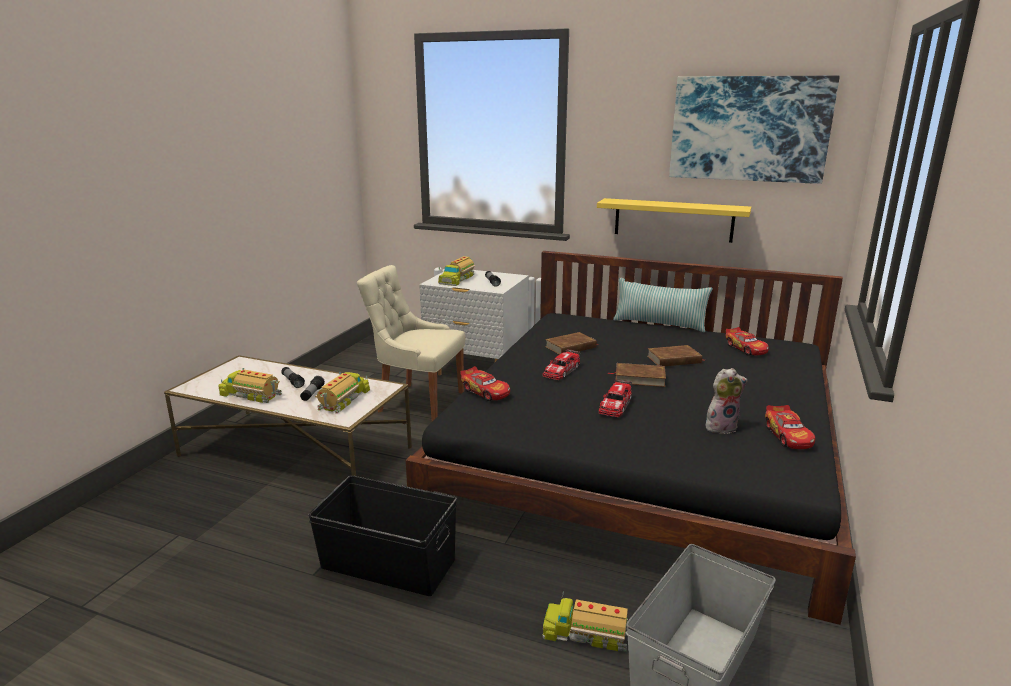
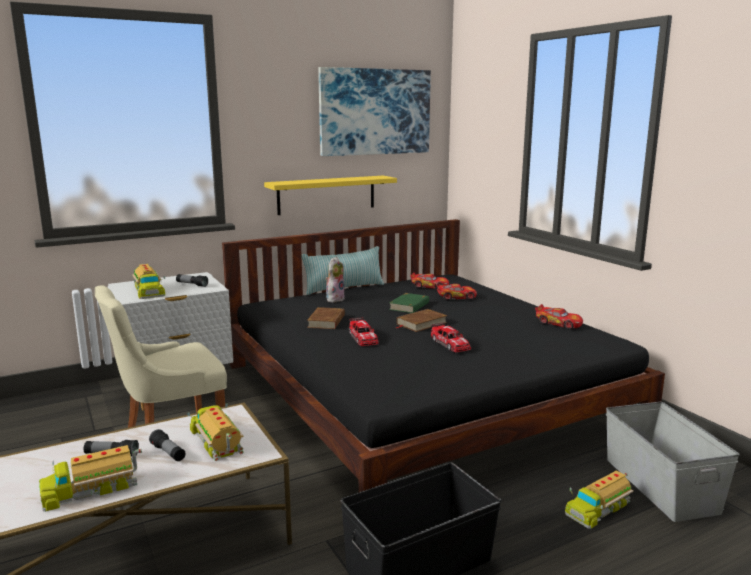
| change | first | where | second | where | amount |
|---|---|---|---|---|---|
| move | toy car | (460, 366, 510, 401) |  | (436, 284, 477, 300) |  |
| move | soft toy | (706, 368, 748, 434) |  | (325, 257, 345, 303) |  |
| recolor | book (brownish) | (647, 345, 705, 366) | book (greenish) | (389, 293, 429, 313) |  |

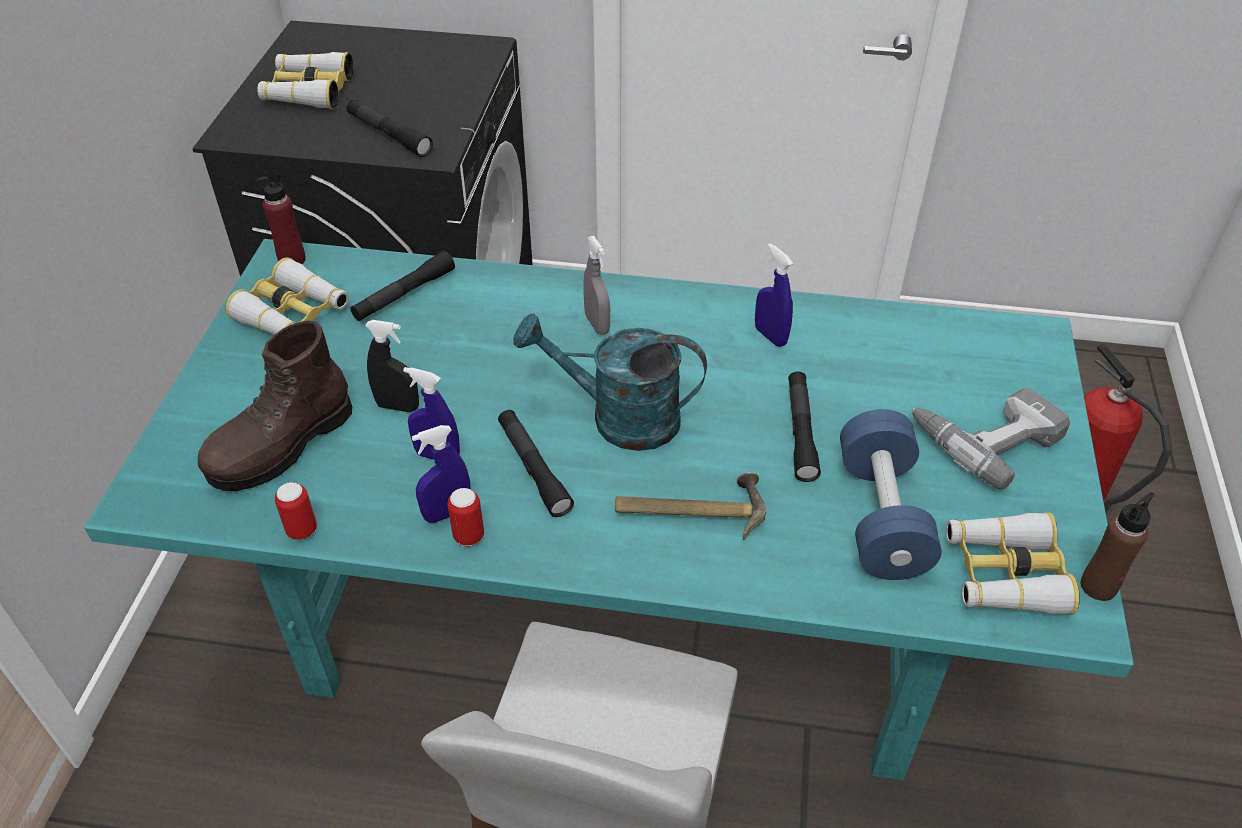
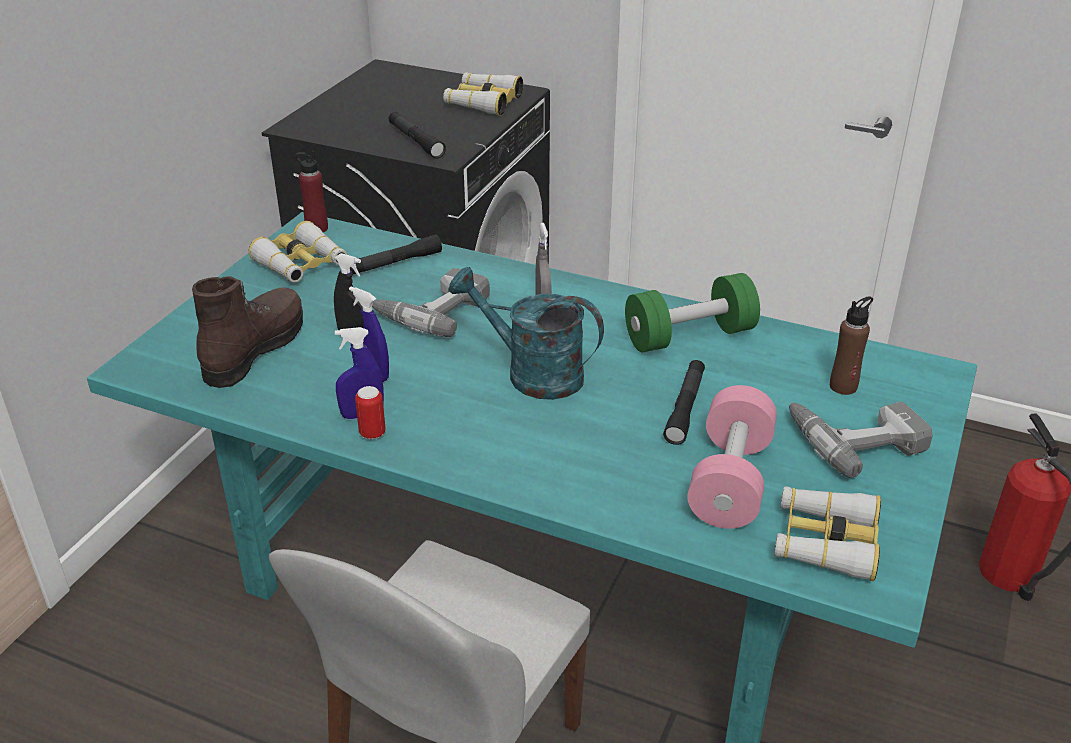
| change | first | where | second | where | amount |
|---|---|---|---|---|---|
| delete | sealed can | (275, 482, 317, 540) |  |  |  |
| delete | torch (black-coloured) | (498, 410, 574, 517) |  |  |  |
| delete | hammer | (615, 472, 766, 540) |  |  |  |
| insert |  |  | drill | (372, 268, 490, 337) |  |
| move | pair of binoculars | (257, 52, 353, 109) |  | (443, 72, 523, 116) |  |
| move | drink bottle (brownish) | (1080, 492, 1155, 601) |  | (830, 296, 873, 395) |  |
| replace | spray bottle (bluish) | (755, 243, 793, 347) | hand weight (greenish) | (625, 273, 760, 353) |  |
| recolor | hand weight (bluish) | (840, 409, 942, 580) | hand weight (pink-coloured) | (687, 385, 777, 529) |  |
| rotate | tall boot (brownish) | (198, 320, 352, 491) |  | (192, 276, 303, 388) | 150 degrees clockwise |

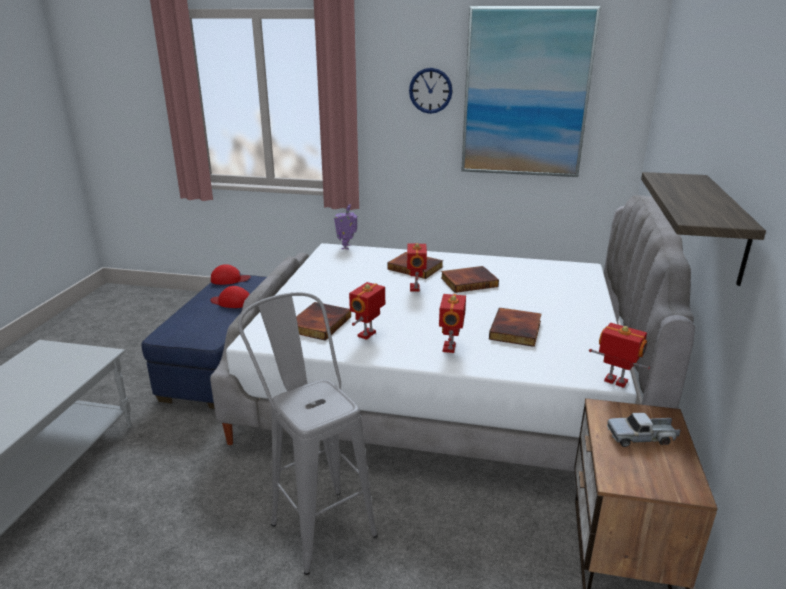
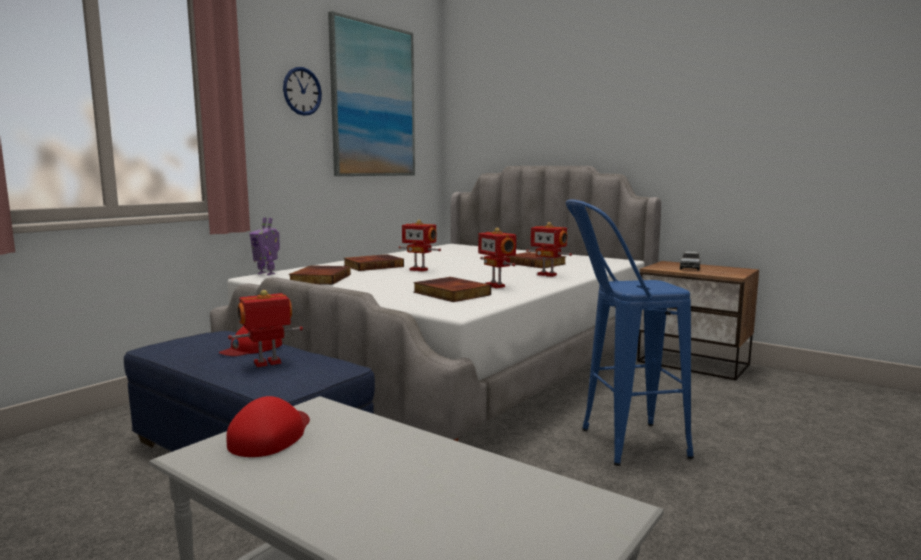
| change | first | where | second | where | amount |
|---|---|---|---|---|---|
| delete | bracket shelf | (641, 172, 766, 286) |  |  |  |
| move | peaked cap (reddish) | (211, 264, 251, 285) |  | (227, 396, 310, 457) |  |
| move | book | (441, 266, 499, 293) |  | (289, 265, 351, 285) |  |
| move | toy robot | (589, 323, 650, 388) |  | (228, 290, 303, 367) |  |
| recolor | sitting stool (gray) | (238, 292, 378, 575) | sitting stool (bluish) | (565, 200, 694, 466) |  |

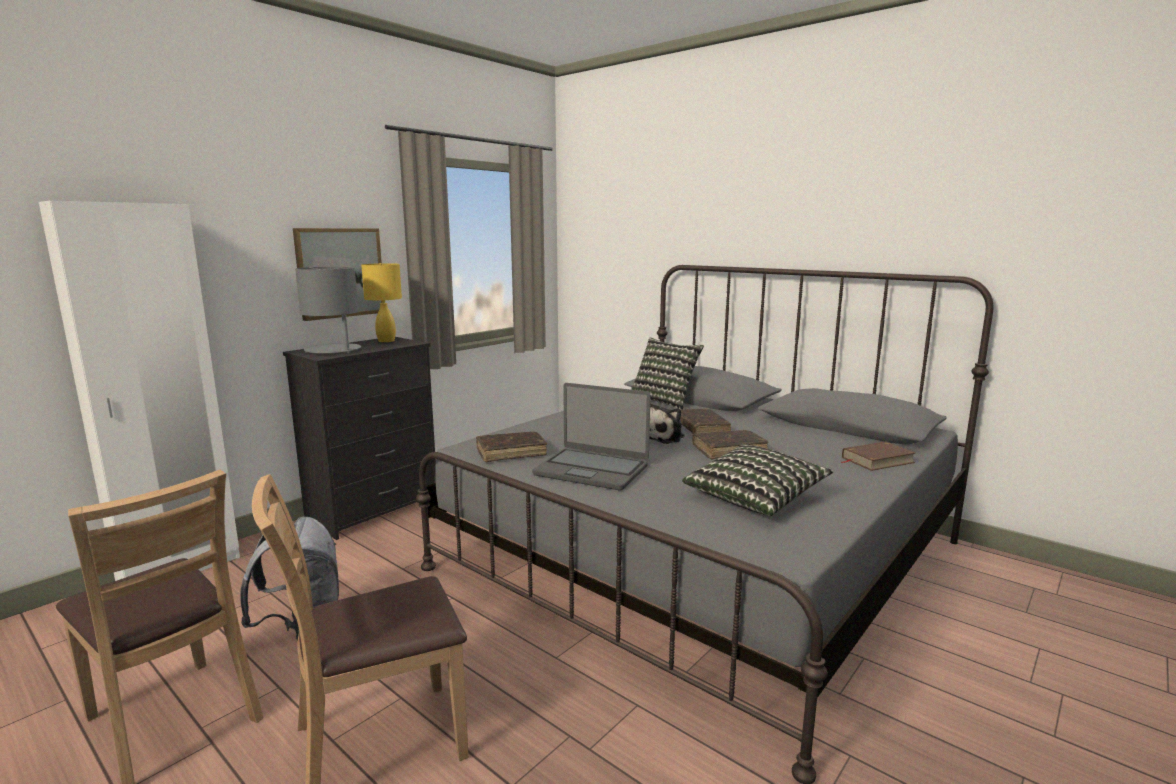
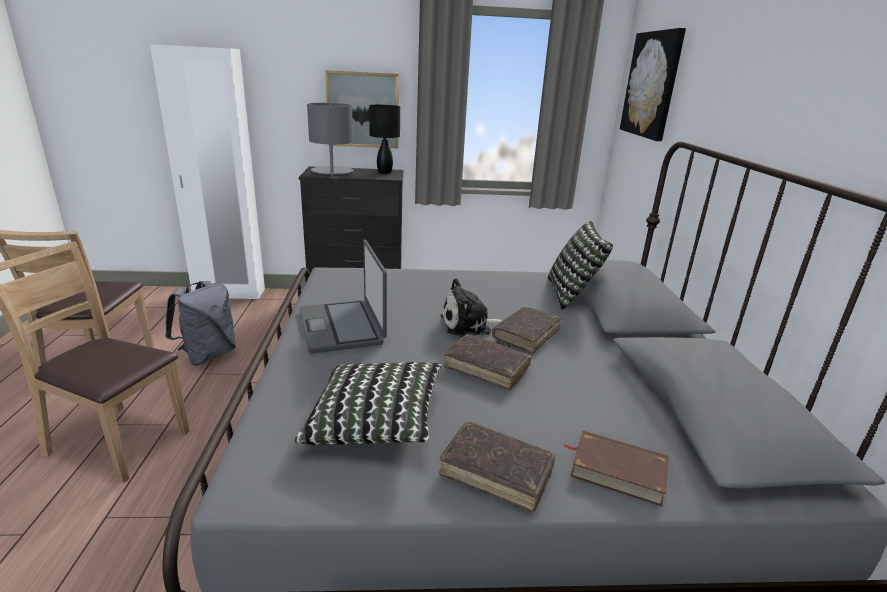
| change | first | where | second | where | amount |
|---|---|---|---|---|---|
| insert |  |  | wall picture | (620, 28, 686, 141) |  |
| move | book (brownish) | (476, 431, 547, 462) |  | (439, 421, 556, 512) |  |
| recolor | lamp for a table (yellow) | (361, 263, 402, 342) | lamp for a table (black-coloured) | (369, 105, 400, 174) |  |

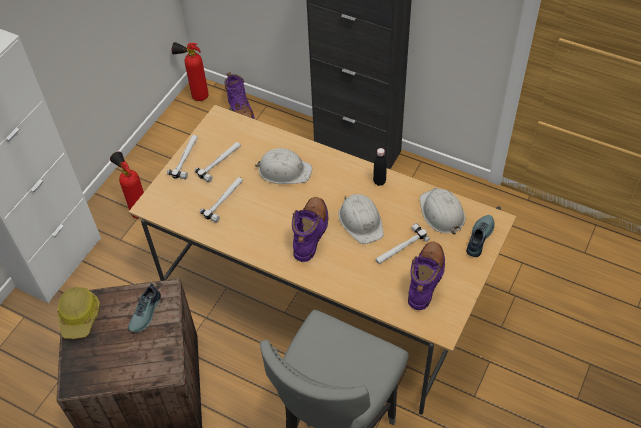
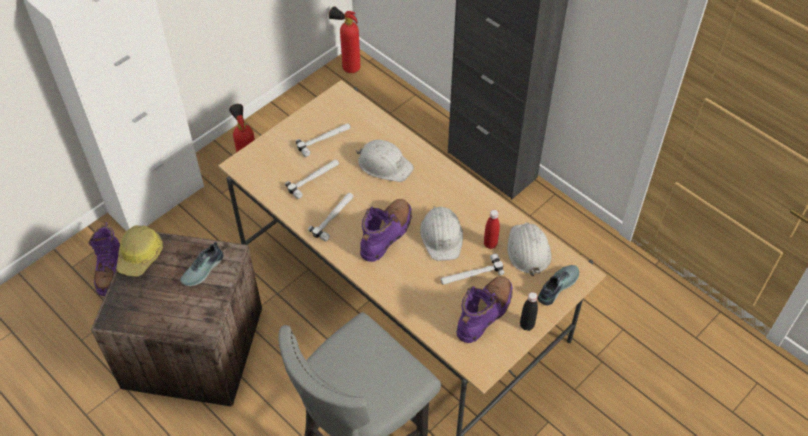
| change | first | where | second | where | amount |
|---|---|---|---|---|---|
| insert |  |  | drink bottle (reddish) | (484, 210, 500, 249) |  |
| move | hammer | (167, 135, 198, 180) |  | (308, 193, 354, 242) |  |
| move | tall boot (purplish) | (224, 72, 255, 119) |  | (88, 222, 120, 296) |  |
| move | drink bottle (black-coloured) | (373, 148, 387, 186) |  | (520, 292, 538, 331) |  |

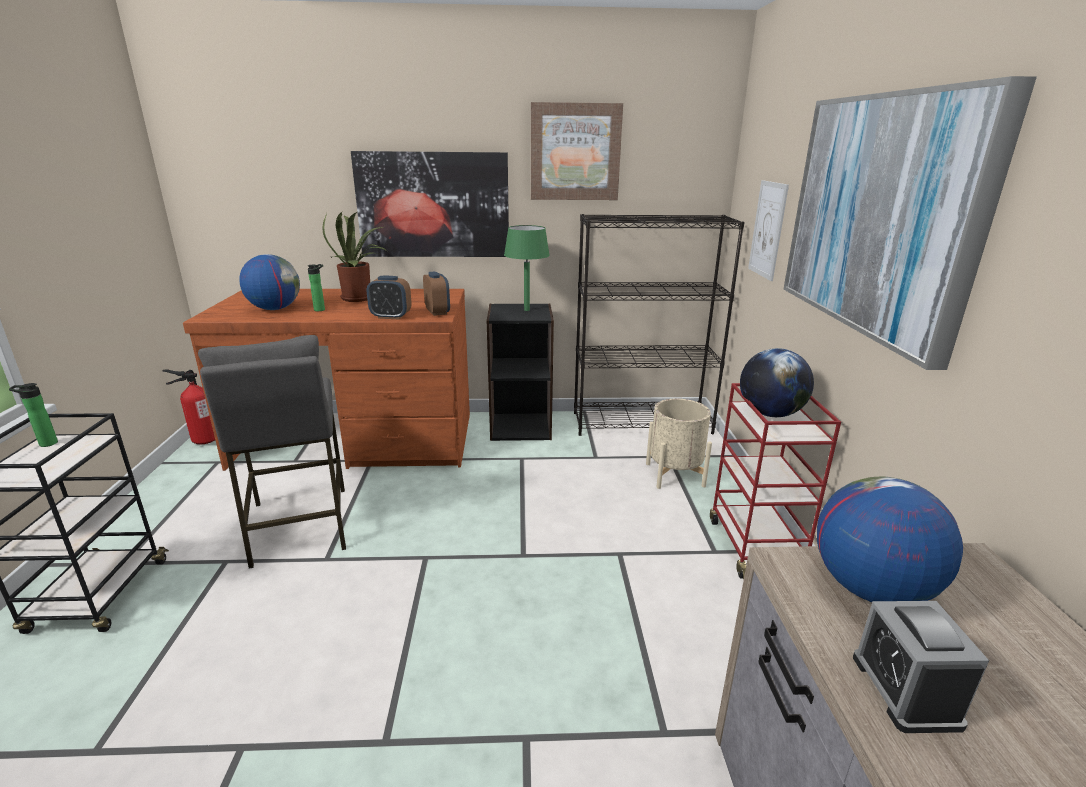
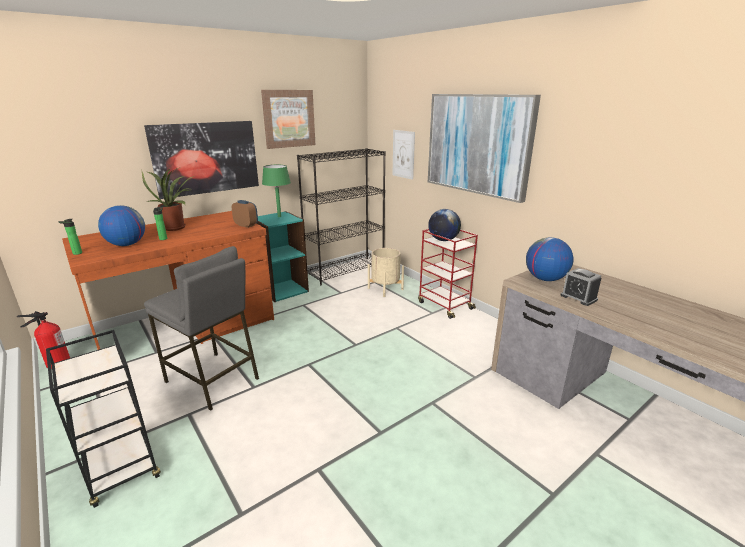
| change | first | where | second | where | amount |
|---|---|---|---|---|---|
| delete | bedside clock | (367, 276, 412, 319) |  |  |  |
| move | drink bottle | (9, 383, 58, 447) |  | (58, 219, 82, 255) |  |
| recolor | shelving unit (black-coloured) | (486, 304, 554, 441) | shelving unit (turquoise) | (257, 211, 309, 302) |  |

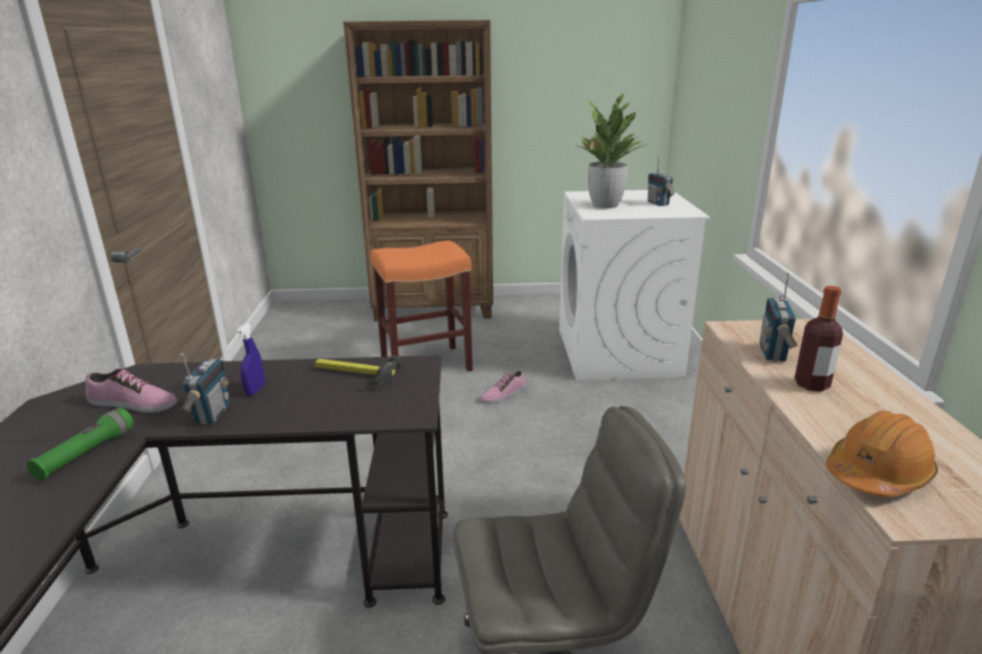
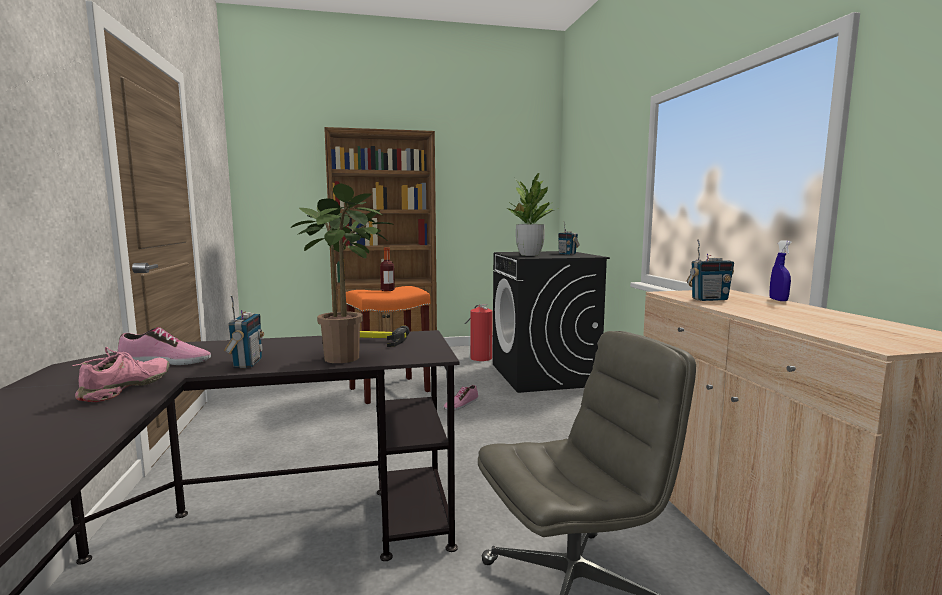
| change | first | where | second | where | amount |
|---|---|---|---|---|---|
| delete | hard hat (orange) | (826, 411, 938, 497) |  |  |  |
| insert |  |  | houseplant | (290, 184, 395, 363) |  |
| insert |  |  | fire-fighting cylinder | (464, 304, 493, 361) |  |
| move | spray bottle (bluish) | (236, 323, 265, 396) |  | (769, 240, 792, 301) |  |
| move | drink bottle | (794, 286, 843, 392) |  | (380, 247, 395, 291) |  |
| replace | torch (greenish) | (27, 408, 134, 481) | shoe (pink-coloured) | (72, 347, 170, 402) |  |
| recolor | washing machine (white) | (559, 190, 710, 380) | washing machine (black-coloured) | (493, 251, 610, 393) |  |
| rotate | radio set | (759, 273, 798, 362) |  | (687, 239, 734, 301) | 105 degrees counterclockwise |

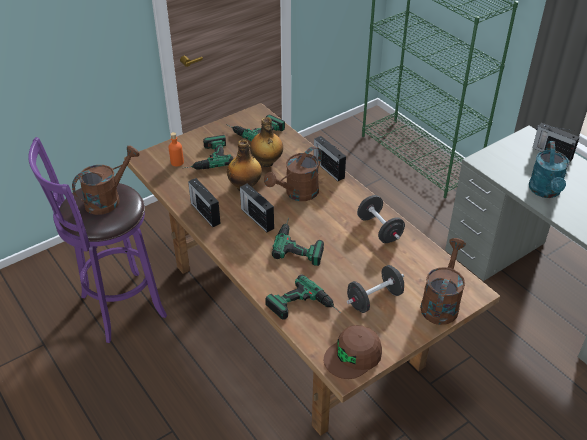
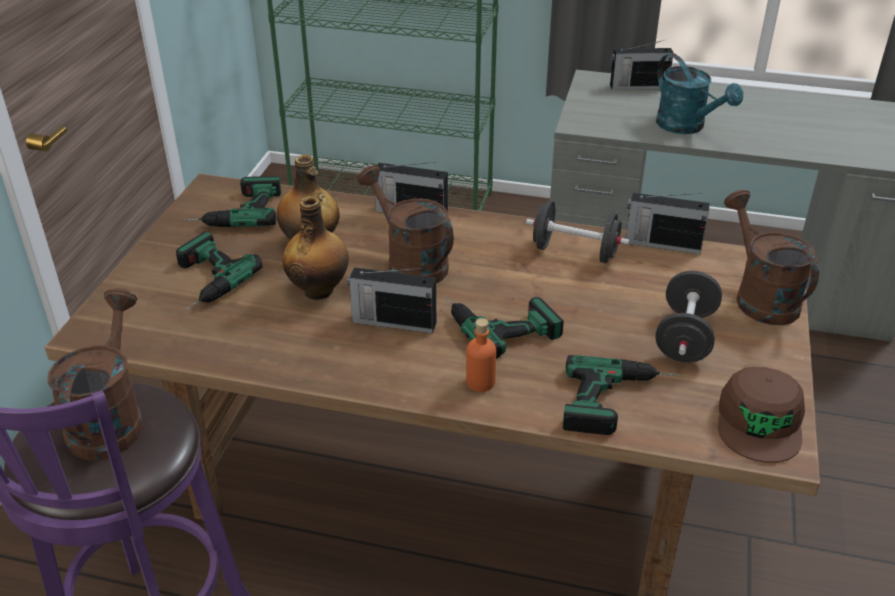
| change | first | where | second | where | amount |
|---|---|---|---|---|---|
| move | drink bottle (orange) | (168, 132, 184, 166) |  | (466, 318, 496, 392) |  |
| move | radio set | (188, 178, 221, 227) |  | (626, 193, 710, 254) |  |
| rotate | watering pot (brownish) | (264, 146, 322, 201) |  | (357, 165, 454, 283) | 135 degrees clockwise |

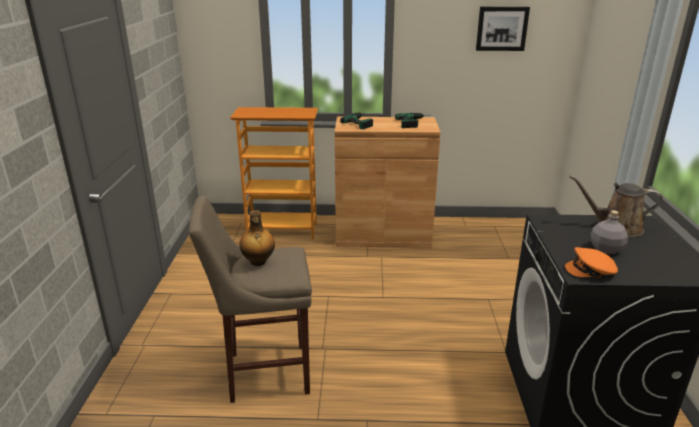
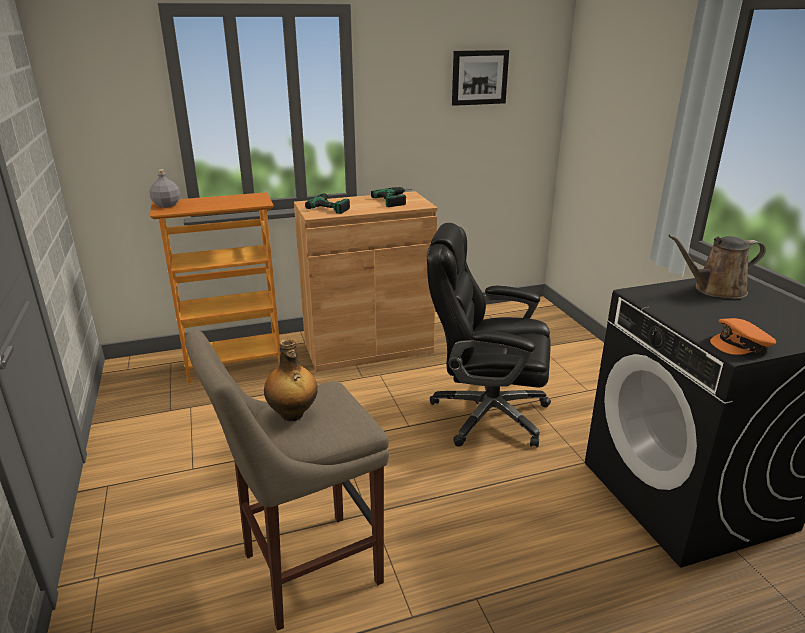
| change | first | where | second | where | amount |
|---|---|---|---|---|---|
| insert |  |  | desk chair (black-coloured) | (427, 223, 551, 447) |  |
| move | drink bottle (gray) | (591, 210, 628, 254) |  | (149, 169, 181, 208) |  |

